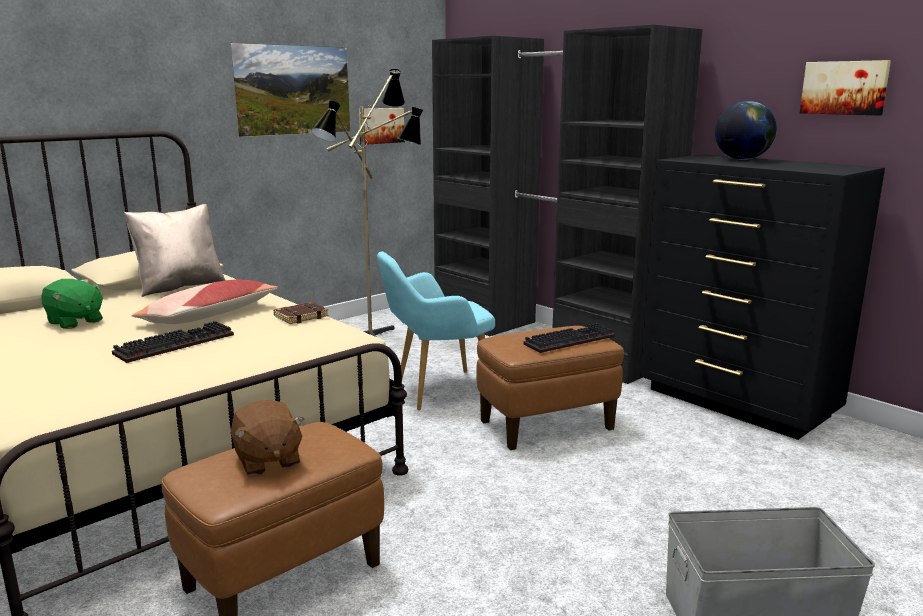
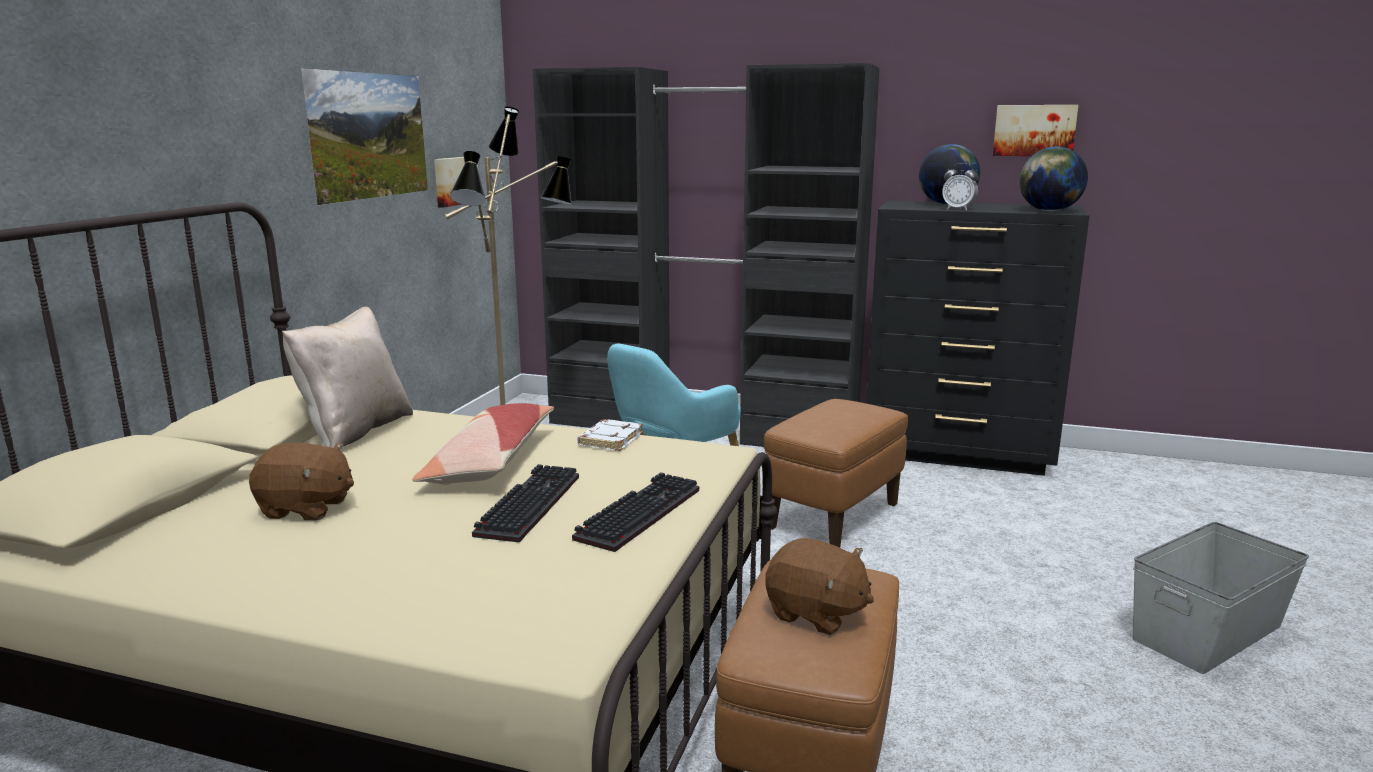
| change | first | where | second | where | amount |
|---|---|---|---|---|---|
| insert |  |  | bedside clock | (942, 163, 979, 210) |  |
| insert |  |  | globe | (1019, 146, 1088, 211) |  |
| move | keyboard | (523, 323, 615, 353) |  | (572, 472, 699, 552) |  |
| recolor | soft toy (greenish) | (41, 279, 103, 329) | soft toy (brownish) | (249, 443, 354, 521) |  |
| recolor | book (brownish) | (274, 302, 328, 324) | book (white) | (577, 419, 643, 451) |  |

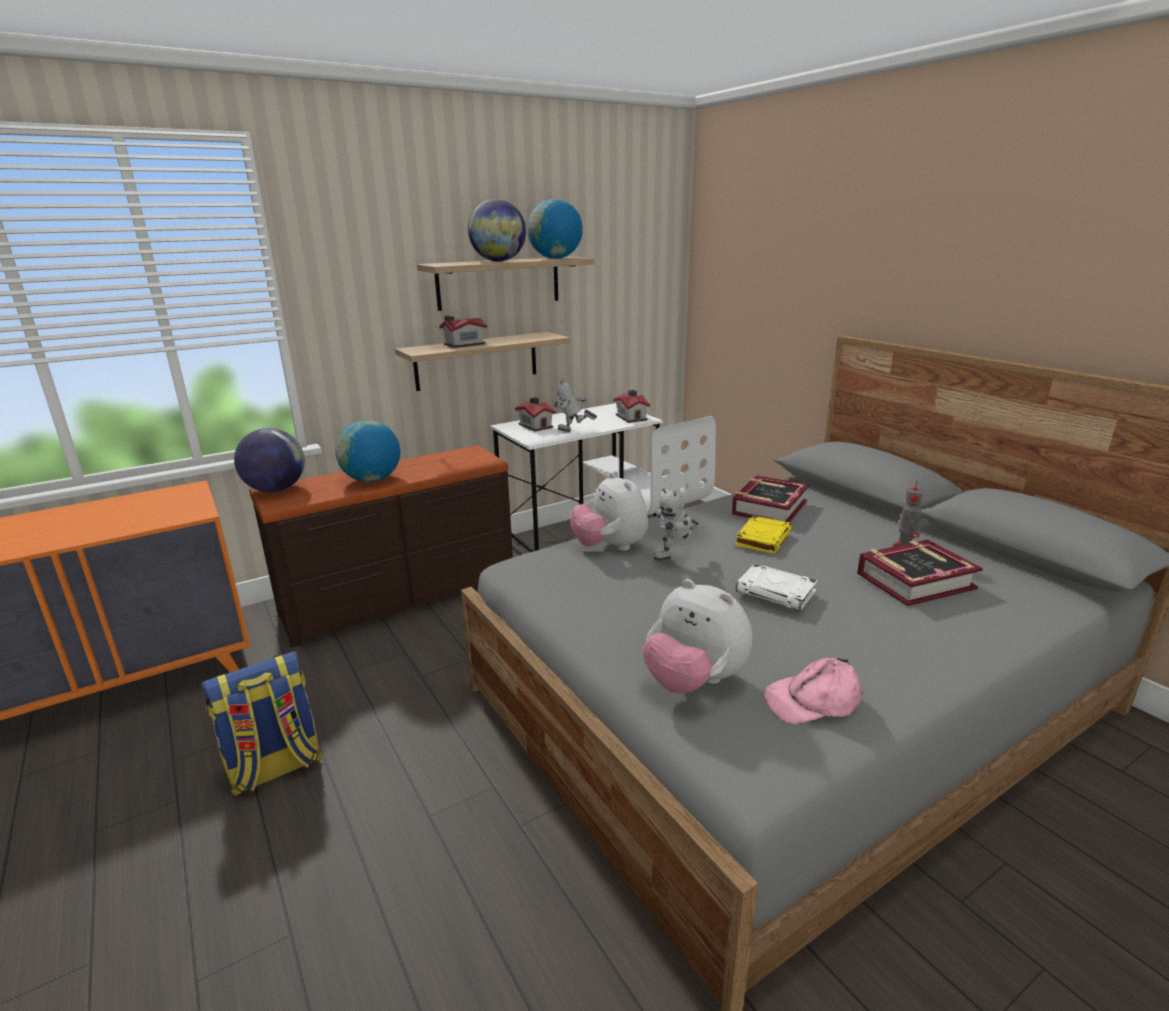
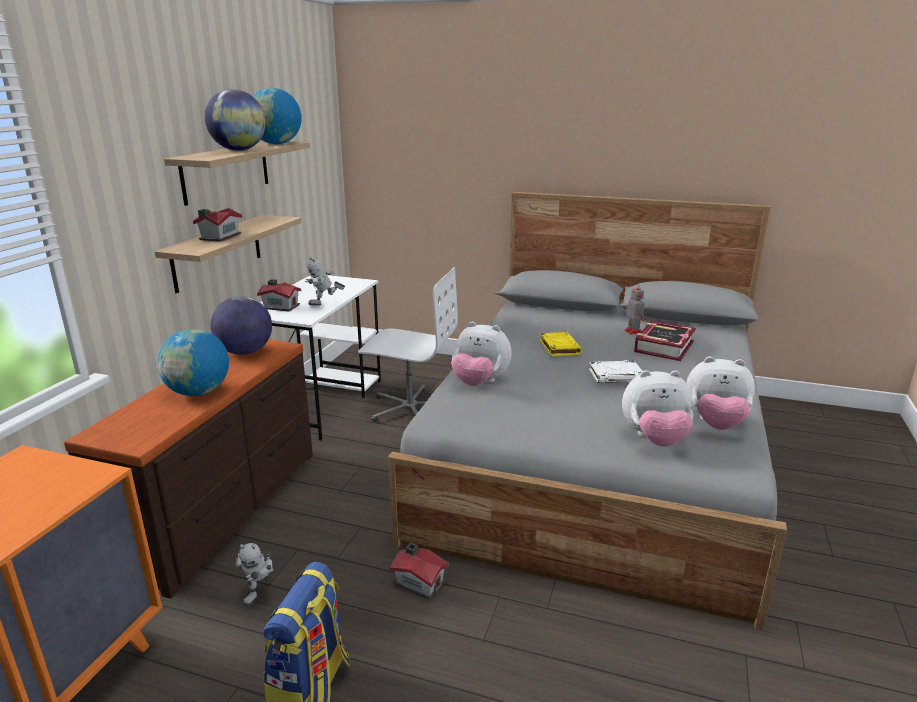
| change | first | where | second | where | amount |
|---|---|---|---|---|---|
| delete | book | (732, 475, 809, 523) |  |  |  |
| move | globe | (234, 428, 305, 492) |  | (210, 296, 272, 355) |  |
| move | toy house | (613, 390, 650, 423) |  | (390, 543, 449, 599) |  |
| move | toy robot | (654, 487, 698, 561) |  | (235, 543, 274, 606) |  |
| replace | peaked cap (pink-coloured) | (764, 658, 863, 724) | soft toy | (686, 357, 755, 430) |  |

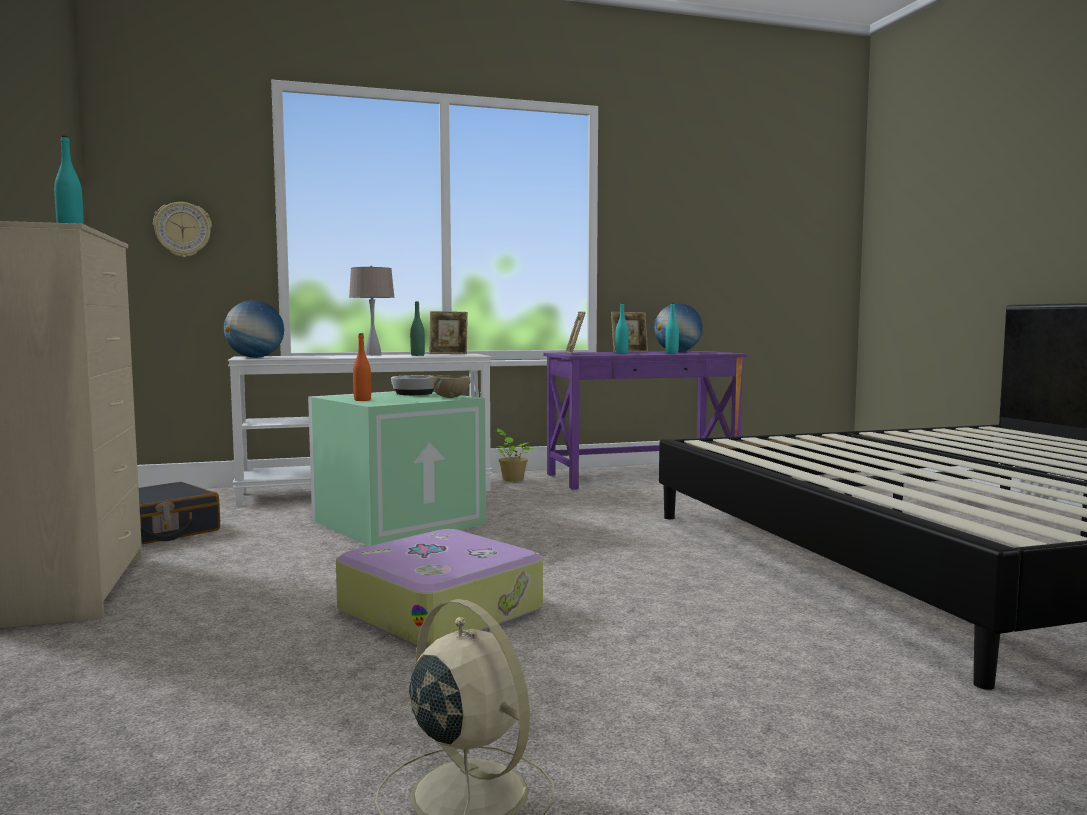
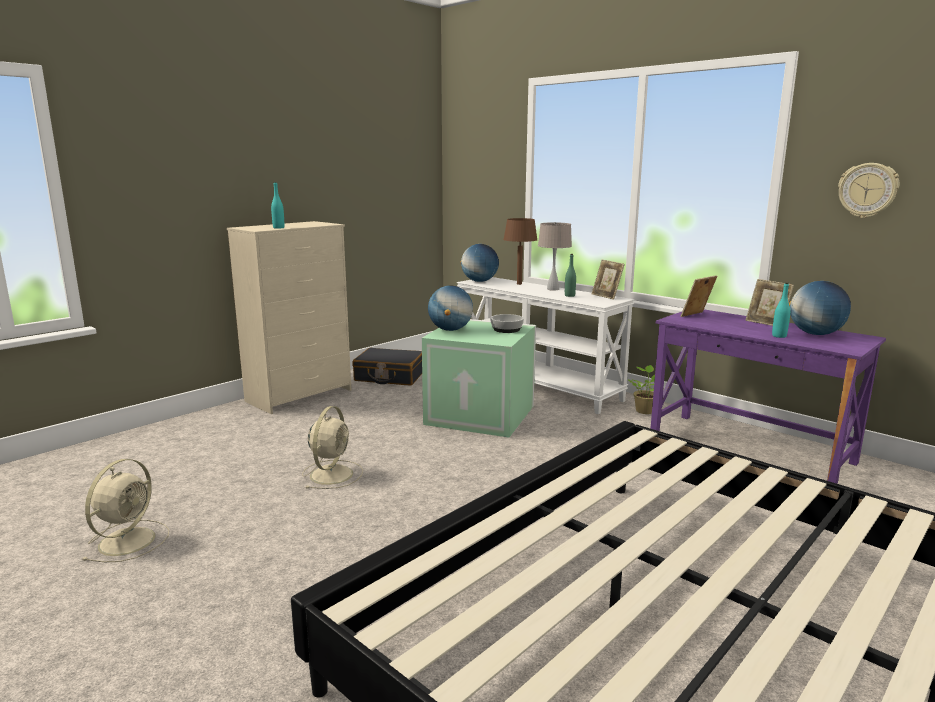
| change | first | where | second | where | amount |
|---|---|---|---|---|---|
| delete | deep dish (beige) | (430, 375, 470, 398) |  |  |  |
| delete | drink bottle (turquoise) | (615, 303, 629, 353) |  |  |  |
| insert |  |  | lamp for a table (brownish) | (503, 218, 538, 285) |  |
| move | clock on the wall | (153, 202, 212, 257) |  | (838, 163, 899, 218) |  |
| replace | travel case | (336, 529, 543, 649) | fan (beige) | (302, 406, 363, 489) |  |
| replace | drink bottle (orange) | (353, 333, 371, 401) | globe | (428, 285, 473, 331) |  |

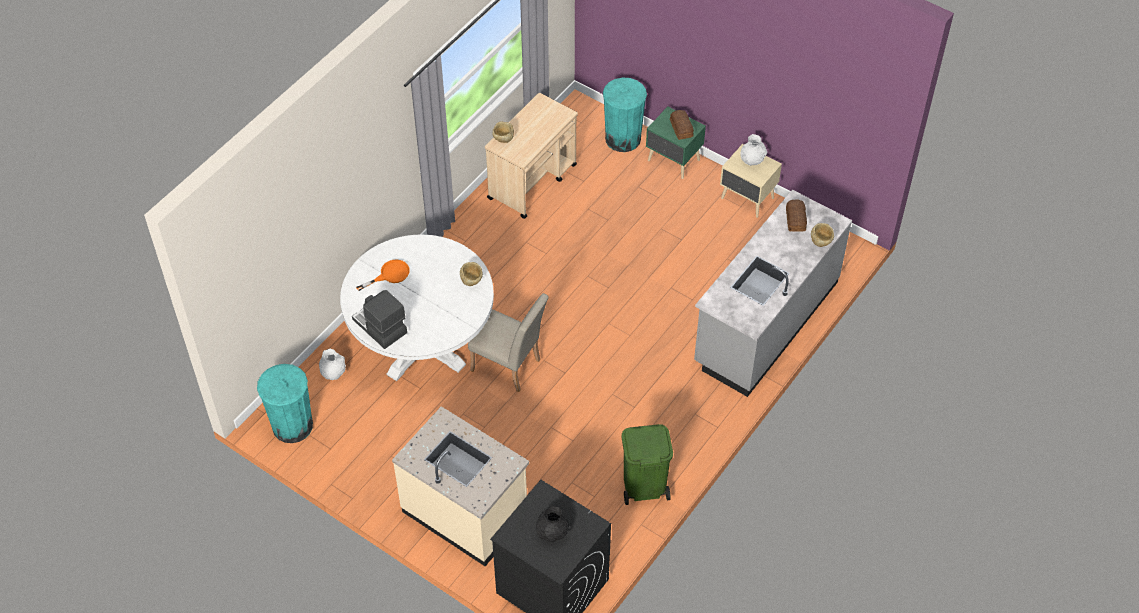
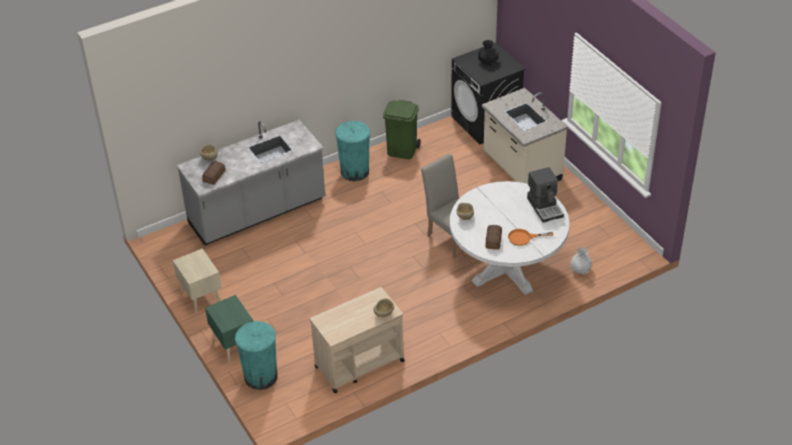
| change | first | where | second | where | amount |
|---|---|---|---|---|---|
| delete | flower vase (white) | (741, 134, 767, 166) |  |  |  |
| move | trash can (turquoise) | (257, 364, 313, 443) |  | (335, 121, 370, 181) |  |
| move | bread | (670, 110, 694, 140) |  | (485, 225, 502, 250) |  |

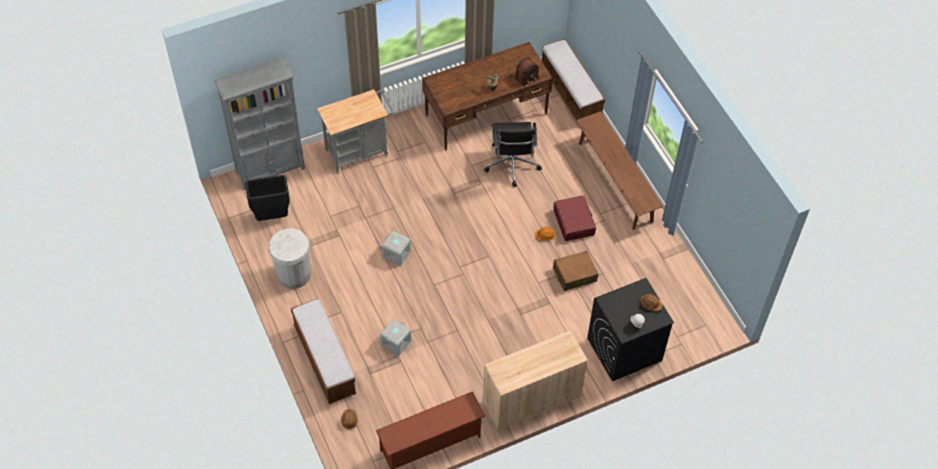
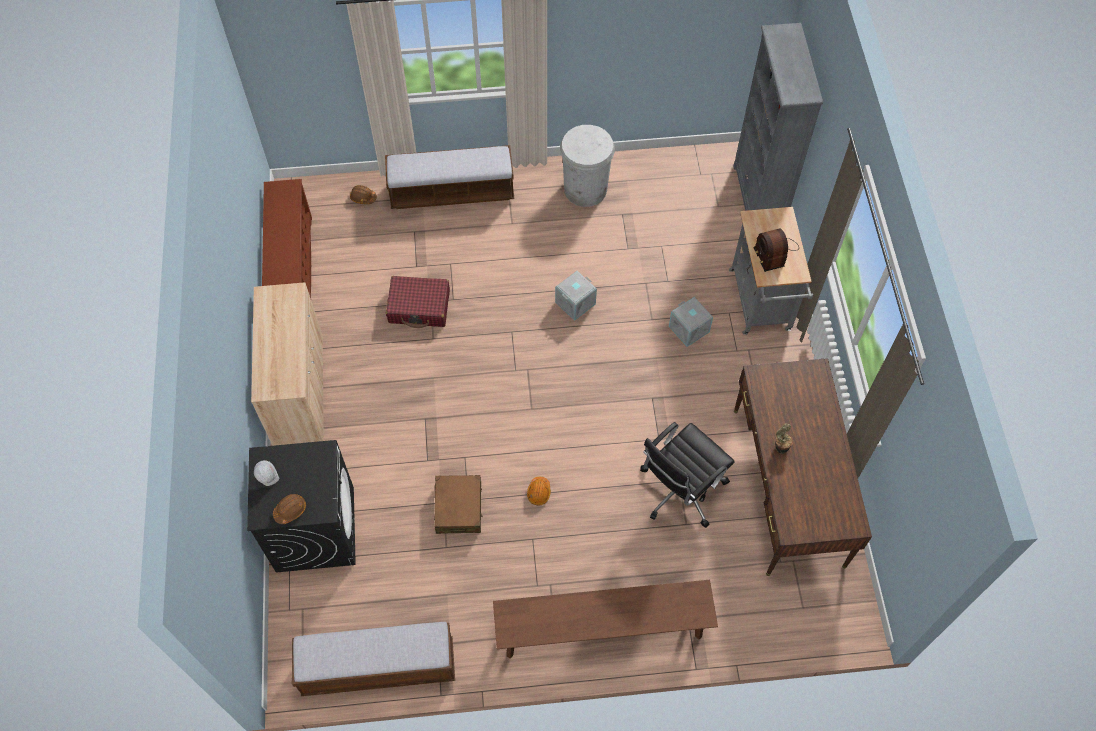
| change | first | where | second | where | amount |
|---|---|---|---|---|---|
| delete | trash can (black-coloured) | (245, 175, 290, 221) |  |  |  |
| move | storage bin (gray) | (380, 319, 412, 356) |  | (669, 297, 713, 347) |  |
| move | radio set | (506, 57, 539, 86) |  | (754, 228, 798, 272) |  |
| move | indoor bench | (542, 39, 605, 120) |  | (292, 622, 455, 696) |  |
| move | travel case (reddish) | (553, 195, 596, 241) |  | (386, 276, 450, 328) |  |
| rotate | desk chair (black-coloured) | (484, 122, 542, 187) |  | (640, 422, 735, 527) | 60 degrees counterclockwise |

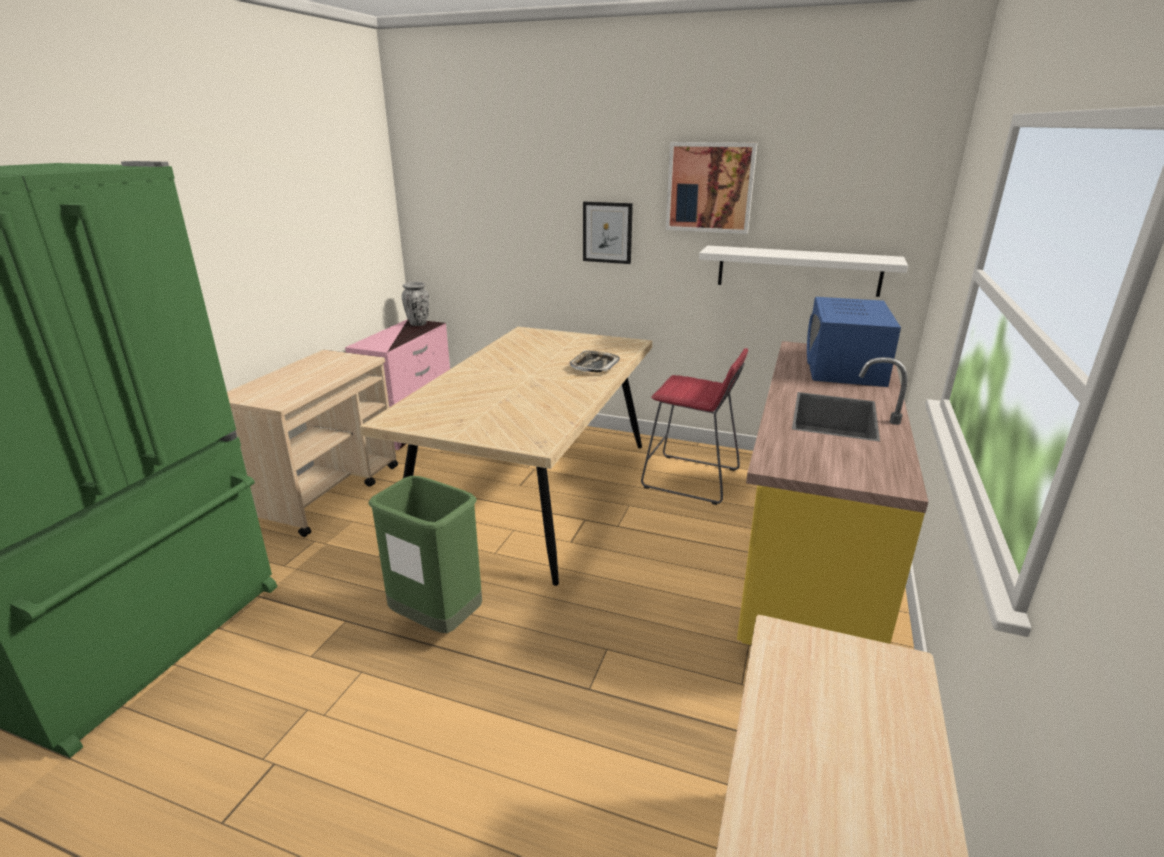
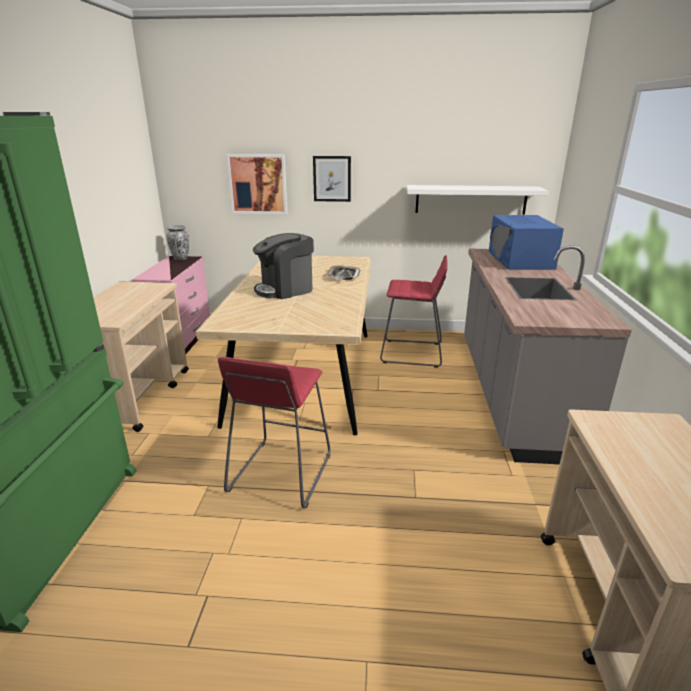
| change | first | where | second | where | amount |
|---|---|---|---|---|---|
| insert |  |  | coffee maker | (253, 233, 314, 299) |  |
| move | wall picture | (666, 142, 757, 234) |  | (227, 154, 287, 214) |  |
| replace | trash can (greenish) | (368, 476, 482, 633) | sitting stool (reddish) | (218, 357, 330, 508) |  |
| recolor | kitchen counter (yellow) | (737, 341, 928, 645) | kitchen counter (gray) | (464, 245, 632, 464) |  |

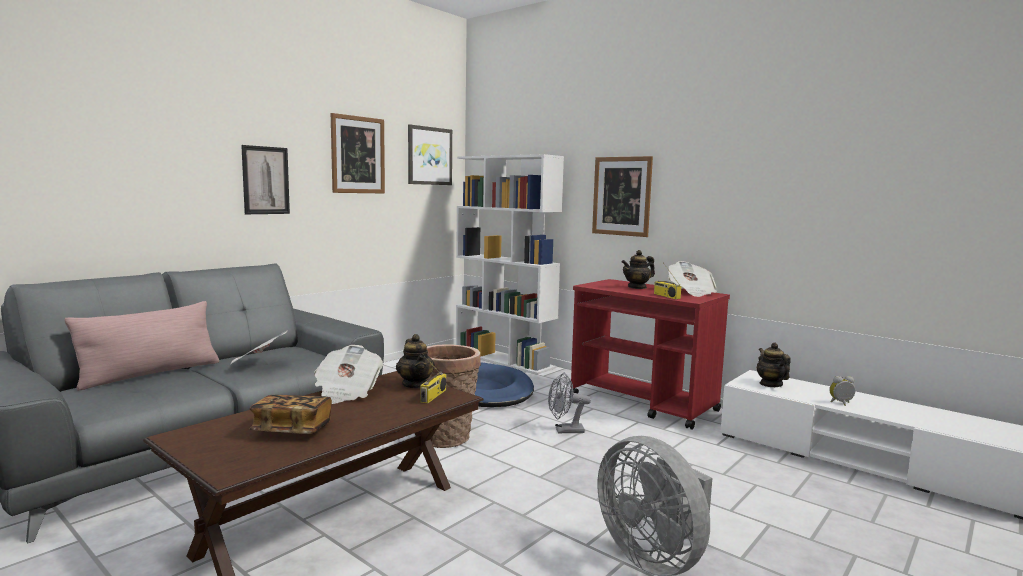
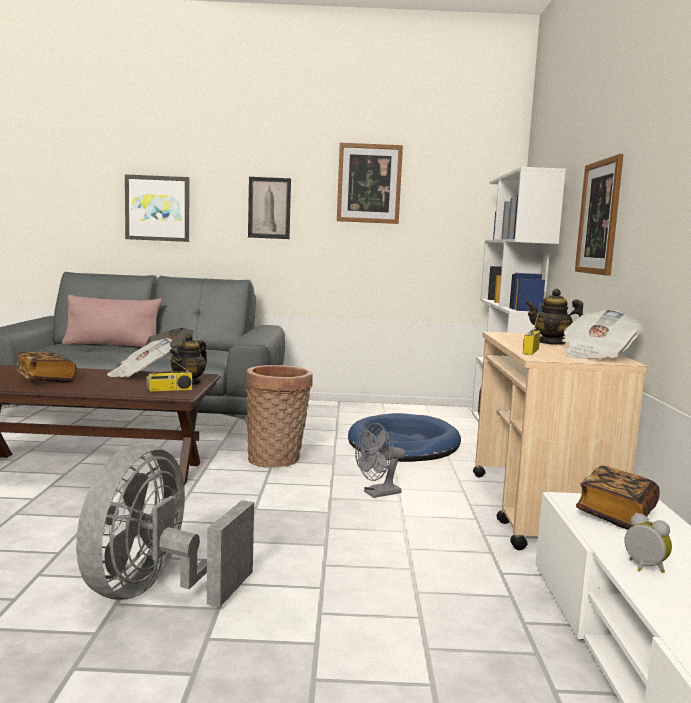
| change | first | where | second | where | amount |
|---|---|---|---|---|---|
| move | wall picture | (408, 124, 452, 185) |  | (125, 174, 190, 242) |  |
| replace | pot for tea | (757, 342, 791, 387) | book | (576, 466, 660, 530) |  |
| recolor | cart (reddish) | (569, 279, 730, 430) | cart (beige) | (473, 331, 648, 550) |  |
| rotate | fan (gray) | (548, 373, 591, 433) |  | (355, 423, 406, 498) | 75 degrees counterclockwise |

